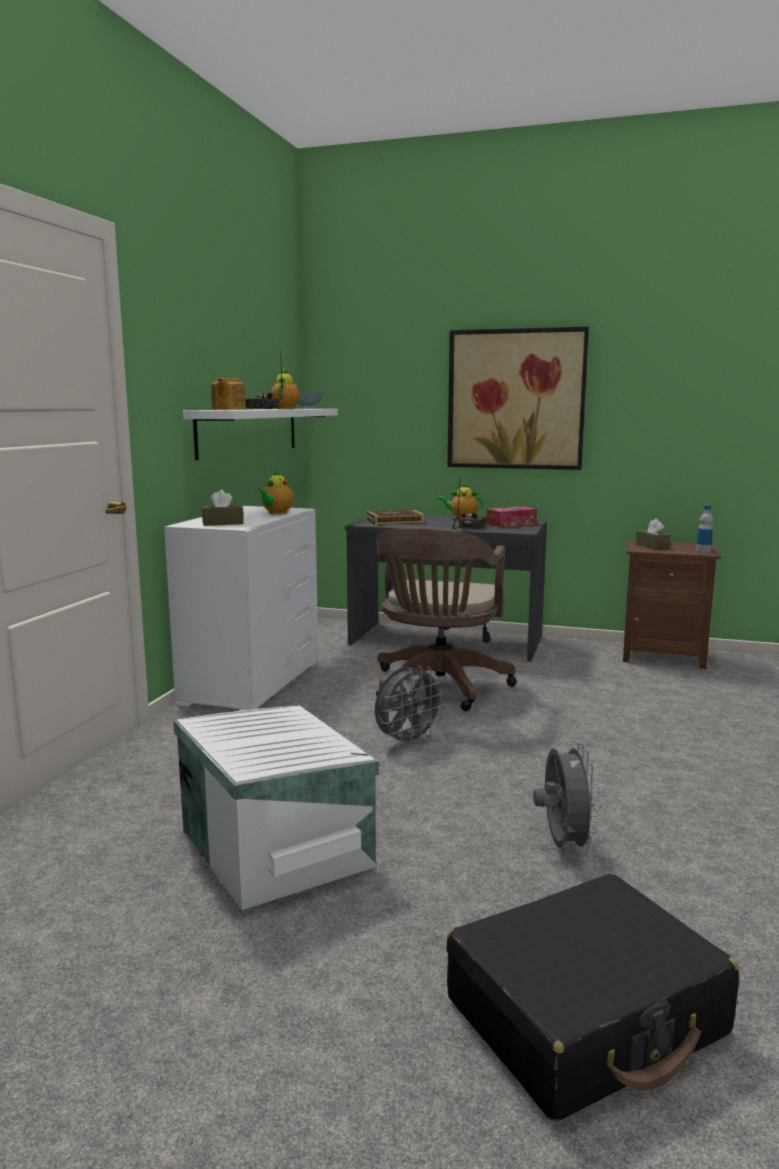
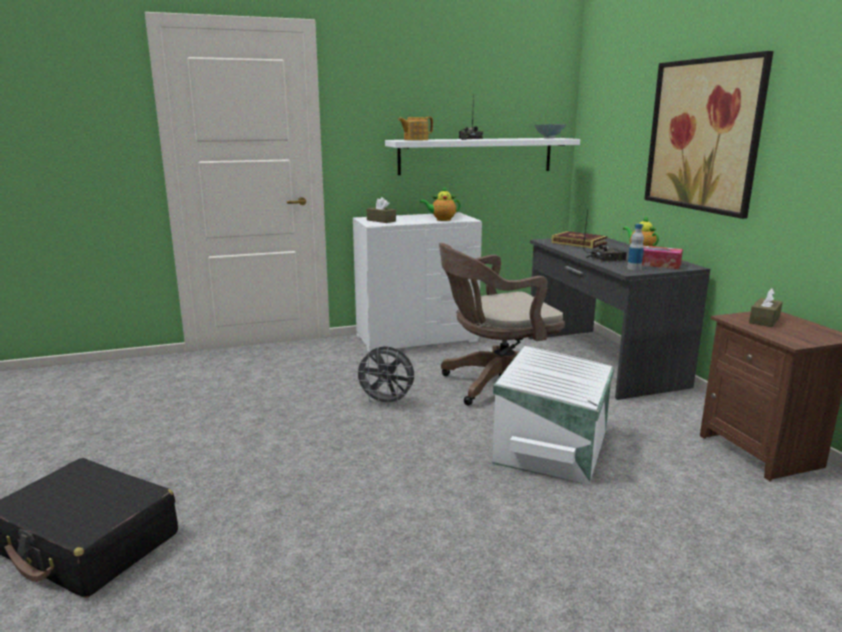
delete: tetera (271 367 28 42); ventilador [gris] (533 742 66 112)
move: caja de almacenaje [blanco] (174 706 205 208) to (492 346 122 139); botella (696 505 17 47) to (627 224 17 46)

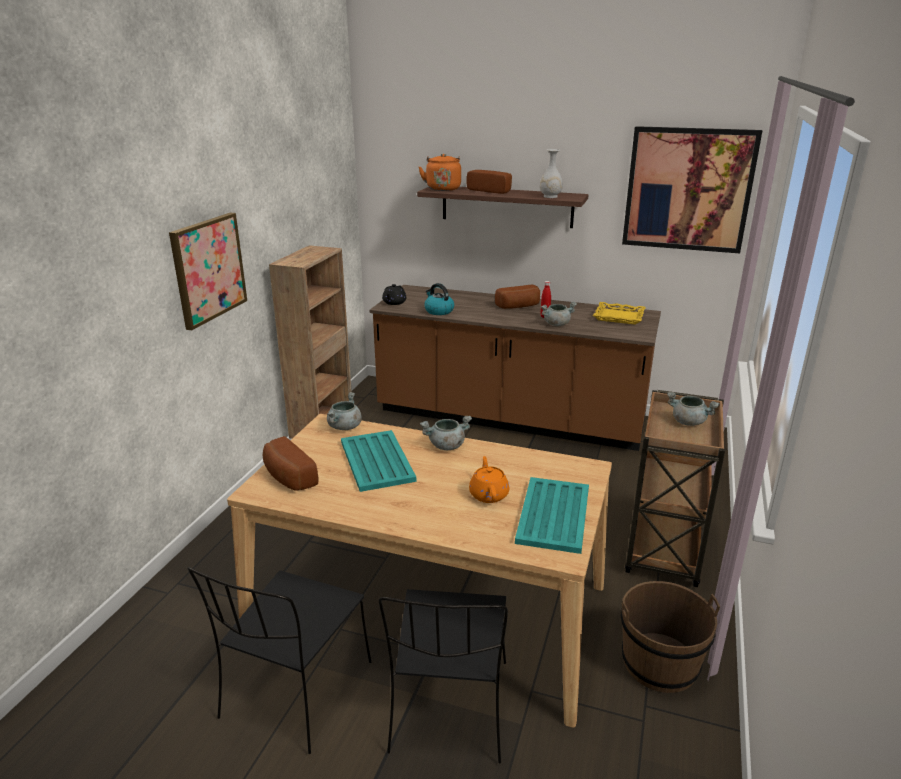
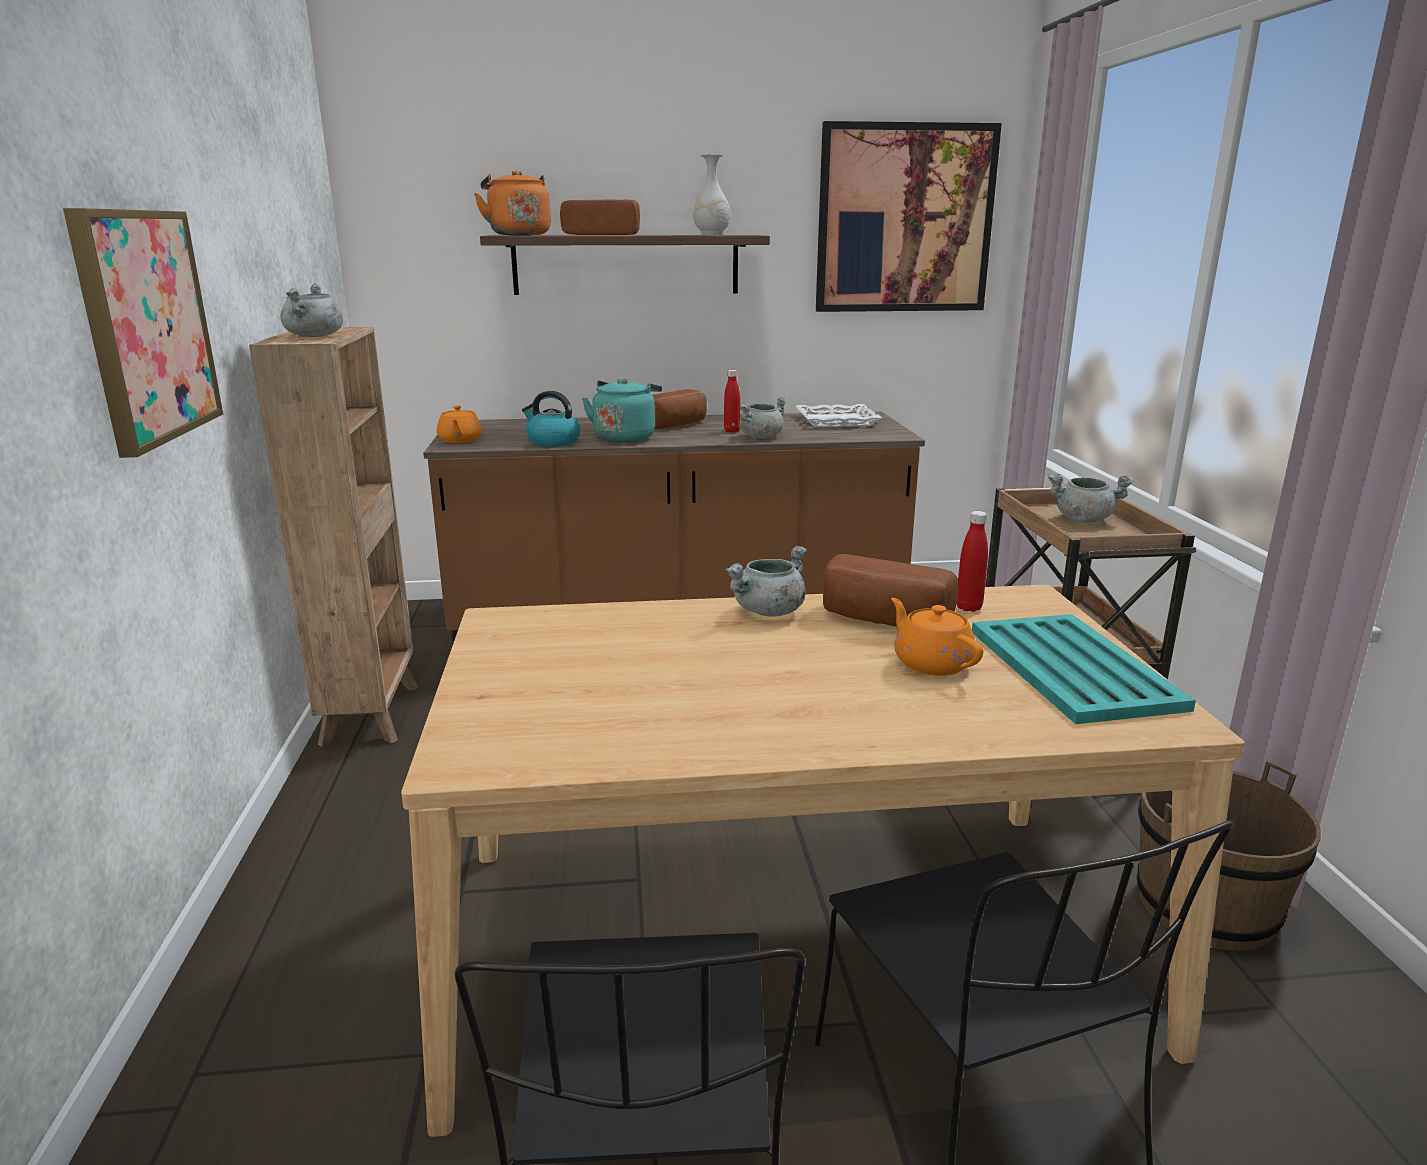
delete: bandeja [turquesa] (341 430 75 62)
insert: hervidor [turquesa] (582 378 80 65); botella [rojo] (957 511 31 101)
move: pan (263 436 55 55) to (822 554 136 73); olla [gris] (327 392 35 38) to (281 284 62 53)
recolor: tetera [negro] (382 284 24 21) to tetera [naranja] (437 406 45 37); bandeja [amarillo] (593 302 53 23) to bandeja [blanco] (795 404 87 23)

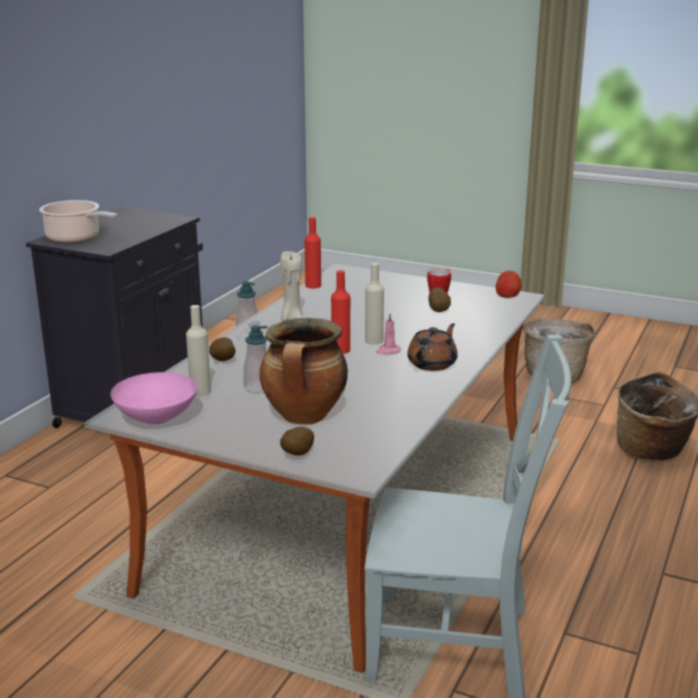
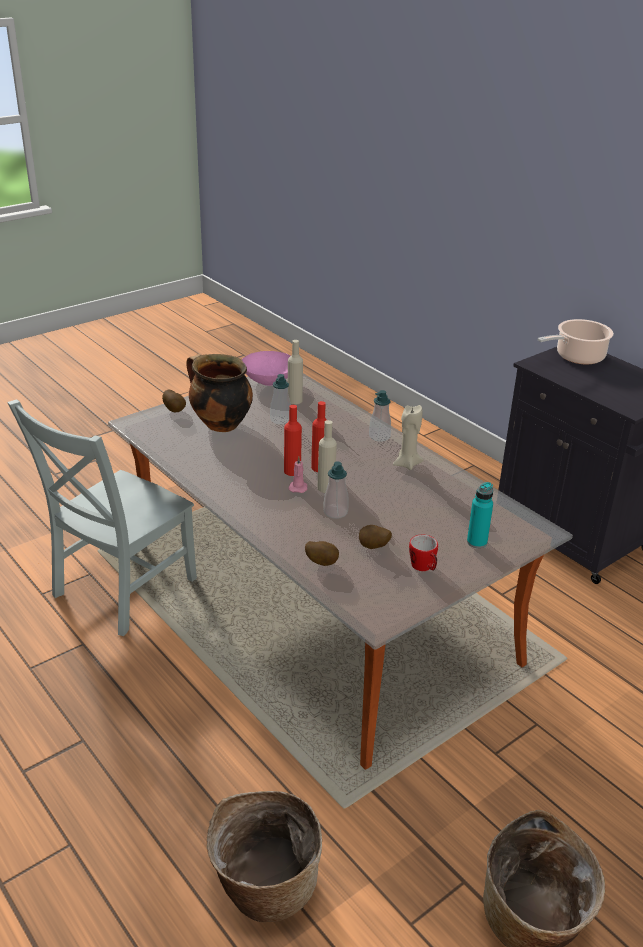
delete: tetera [marrón] (407 323 51 48); manzana (495 271 26 27)
insert: dispensador de jabón (323 461 26 58); botella [turquesa] (467 482 26 66)
move: patata (209 337 27 24) to (305 541 34 25); botella [rojo] (305 217 16 72) to (284 405 18 71)

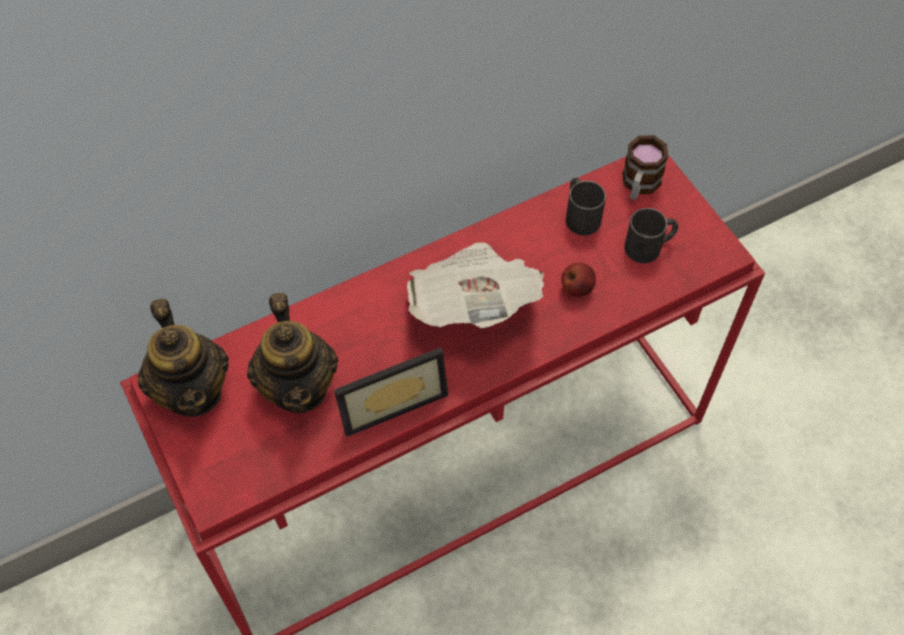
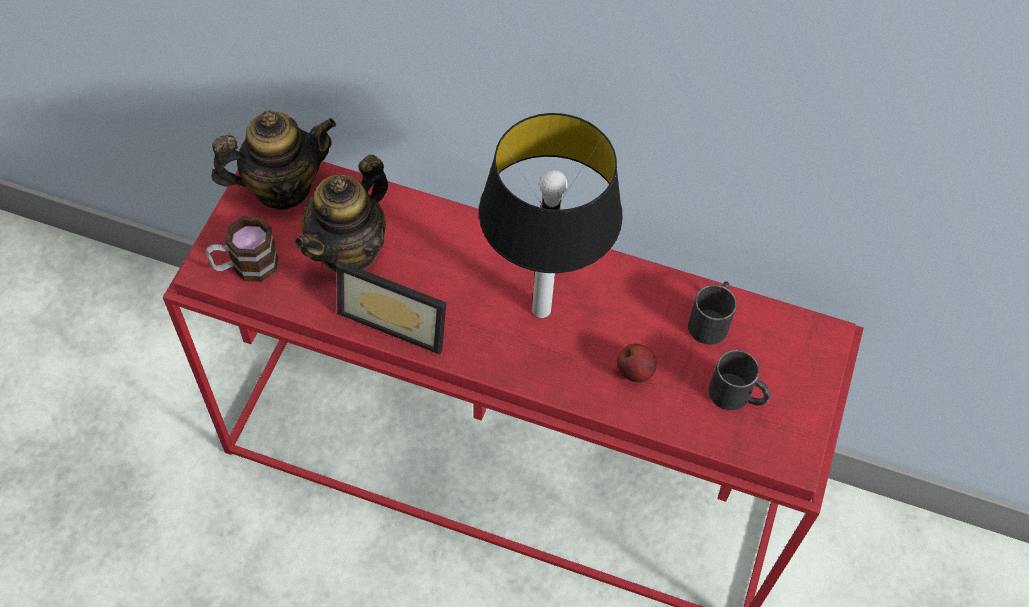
move: taza grande (622 135 47 65) to (206 216 73 66)
replace: periódico (407 242 137 86) to lámpara de mesa (479 113 144 205)
rotate: tetera (138 299 91 118) = (212 110 124 100) 135 degrees counterclockwise

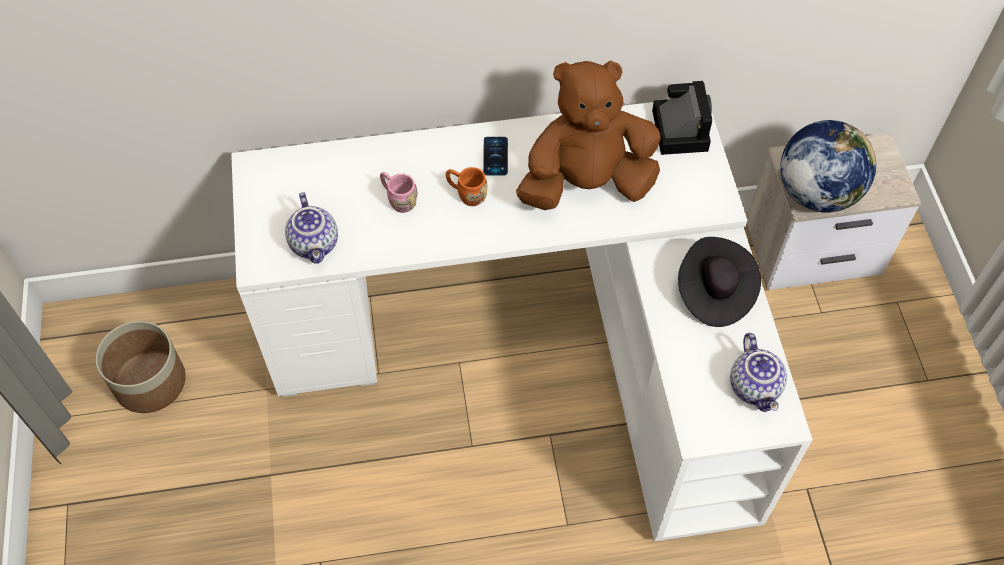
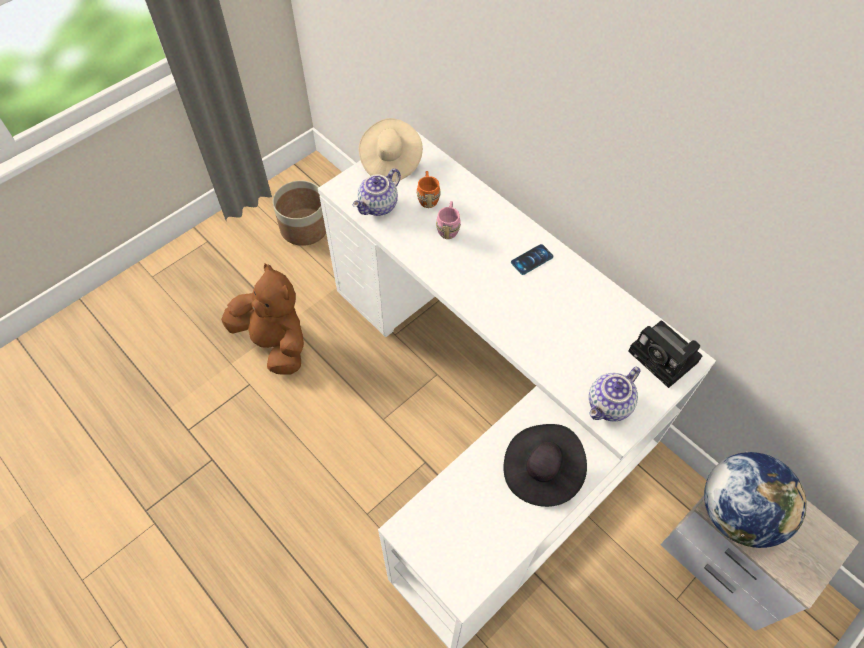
insert: sombrero [beis] (359 118 64 64)
move: taza grande [naranja] (446 167 42 39) to (417 171 24 37); peluche [marrón] (516 60 145 150) to (221 264 83 111); tetera (730 333 57 79) to (589 367 52 54)
rotate: cámara (652 81 60 74) = (628 320 74 68) 90 degrees clockwise

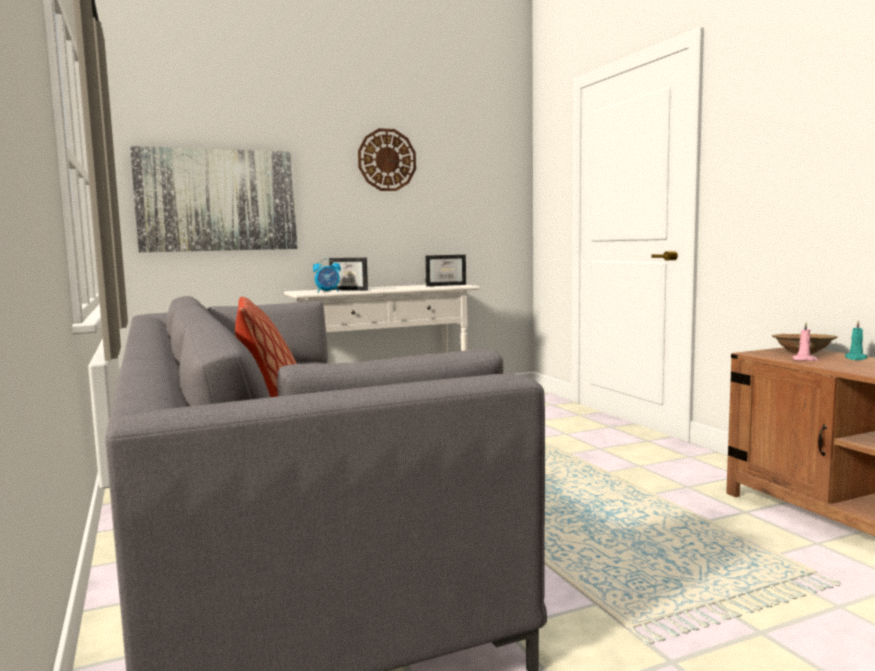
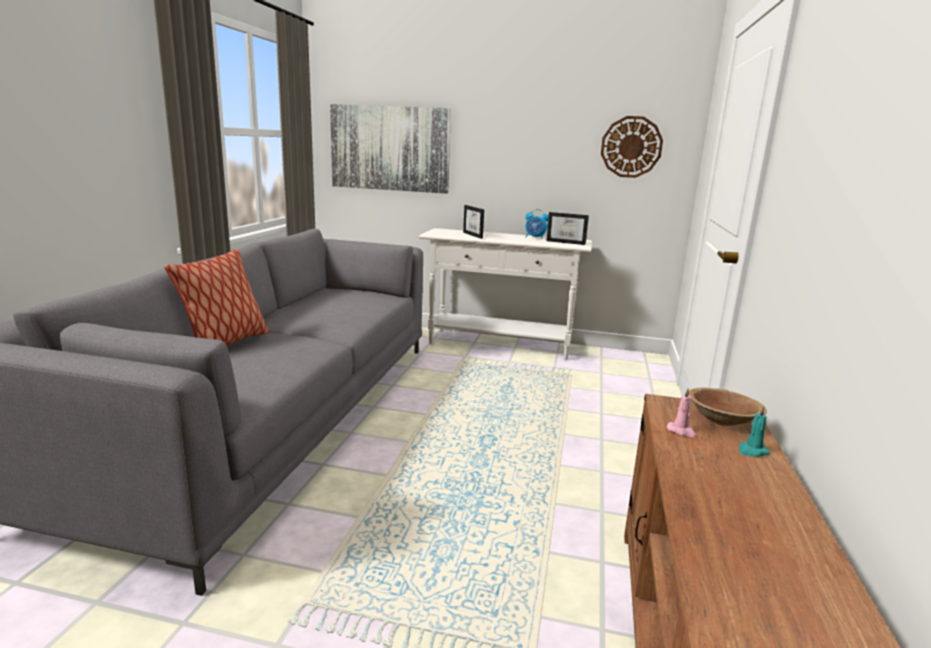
move: despertador (313 259 28 33) to (526 209 23 30); reloj de pared (358 128 58 63) to (601 116 62 62)

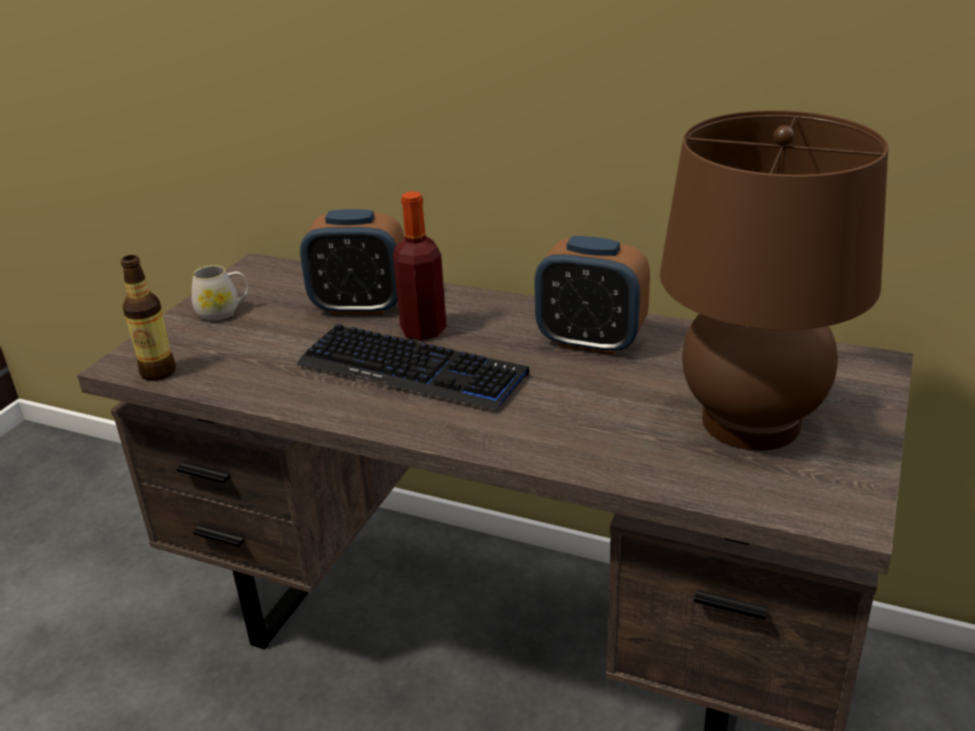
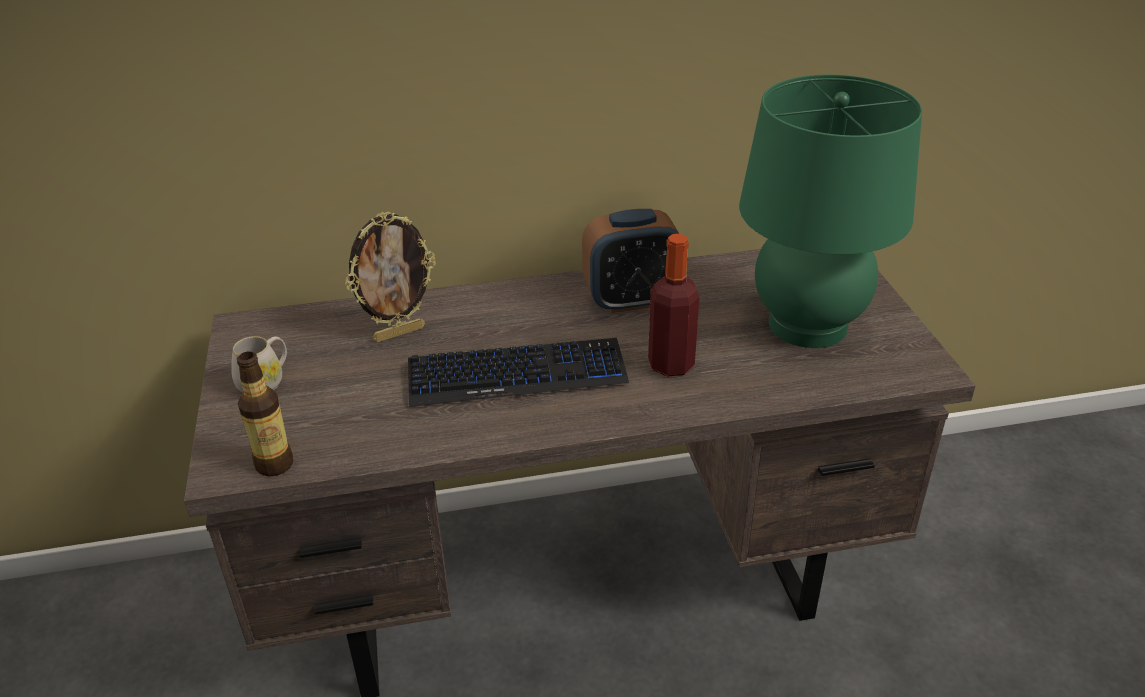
move: botella (393 191 54 149) to (648 234 51 143)
replace: despertador (300 209 104 106) to portarretratos (345 212 91 130)
recolor: lámpara de mesa [marrón] (660 110 228 340) to lámpara de mesa [verde] (739 75 183 273)

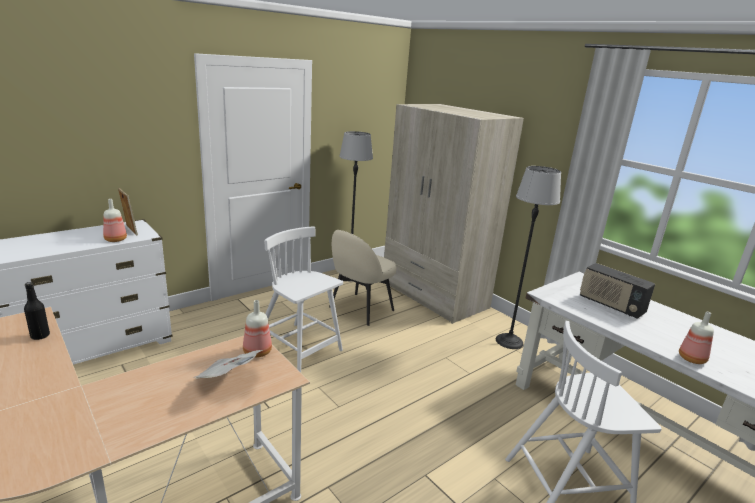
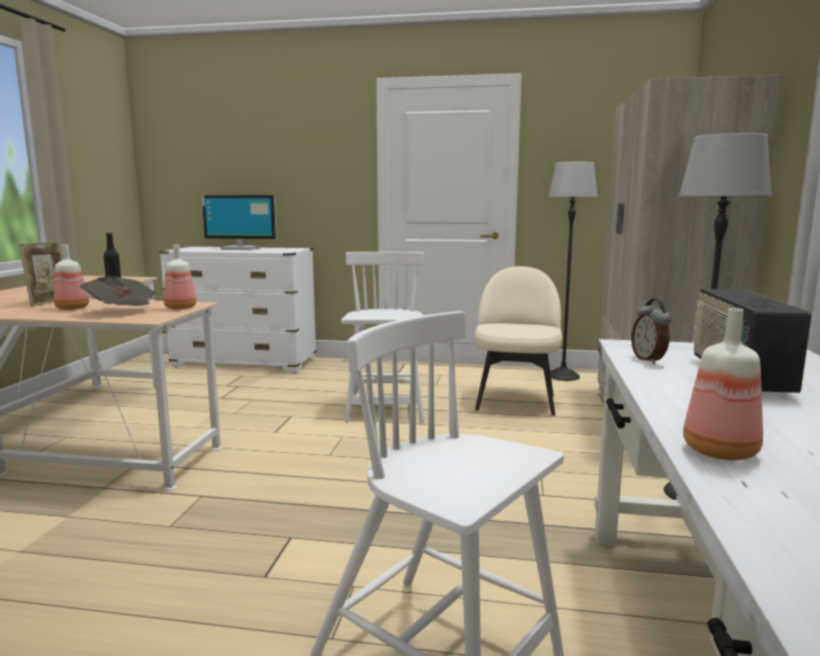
insert: monitor (202 195 75 55); despertador (631 298 40 66)
move: botella (103 199 24 43) to (54 245 35 65); portarretratos (118 188 20 47) to (19 241 43 65)
rotate: silla [beis] (329 230 67 96) = (474 266 88 150) 105 degrees clockwise

